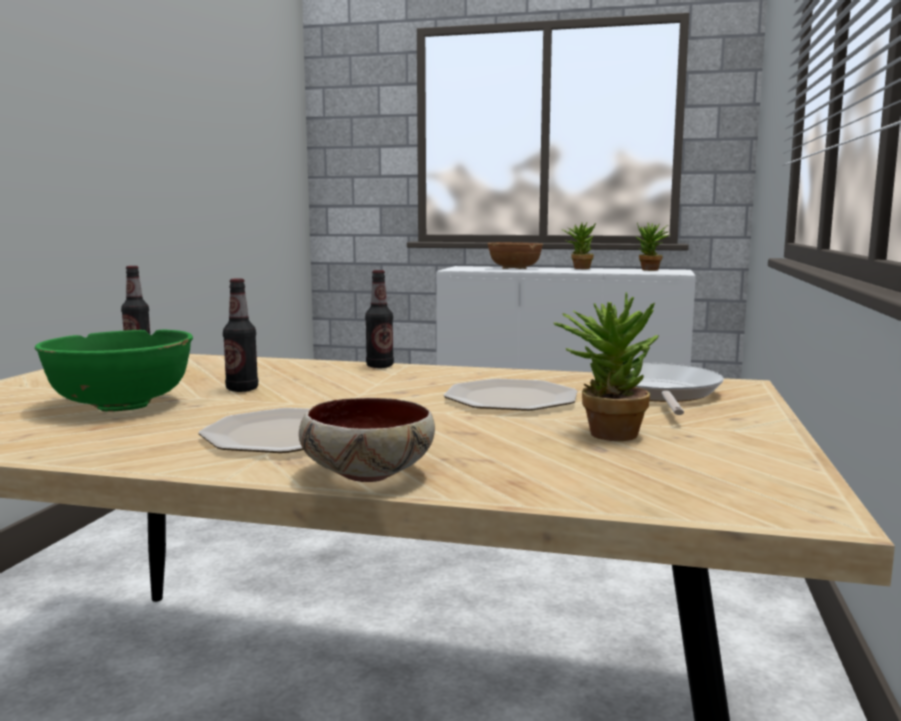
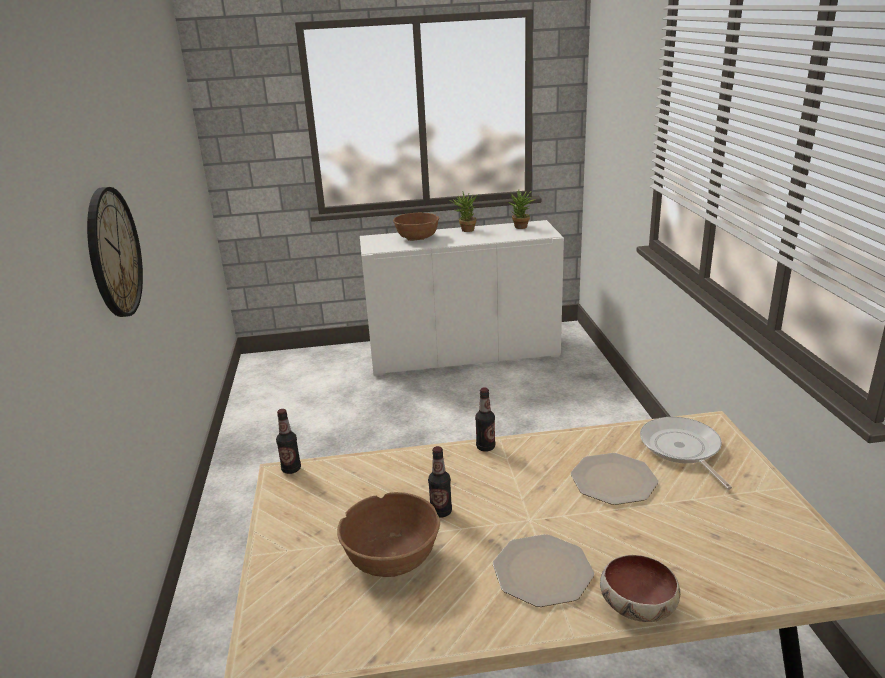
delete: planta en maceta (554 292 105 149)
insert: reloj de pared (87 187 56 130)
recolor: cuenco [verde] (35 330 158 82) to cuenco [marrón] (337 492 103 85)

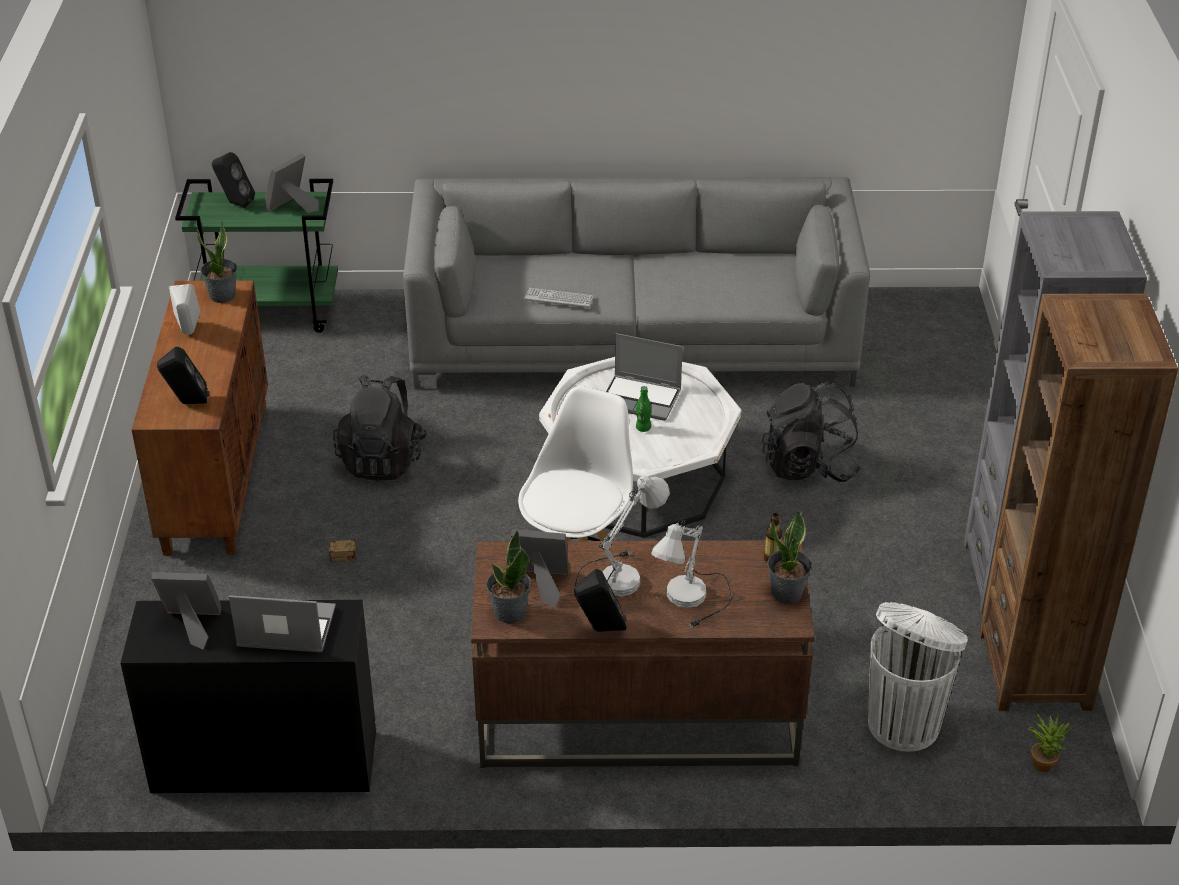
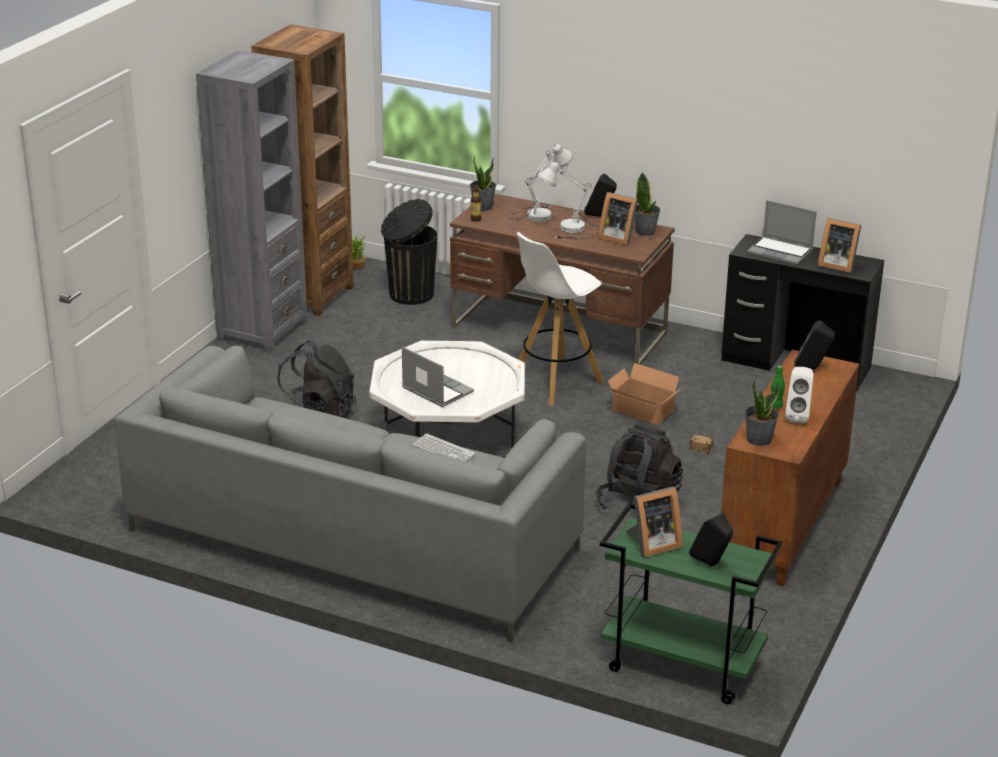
insert: caja de cartón (608 363 75 62)
move: botella [verde] (636 386 15 46) to (771 365 14 44)
recolor: papelera [blanco] (868 602 100 150) to papelera [negro] (381 199 56 106)

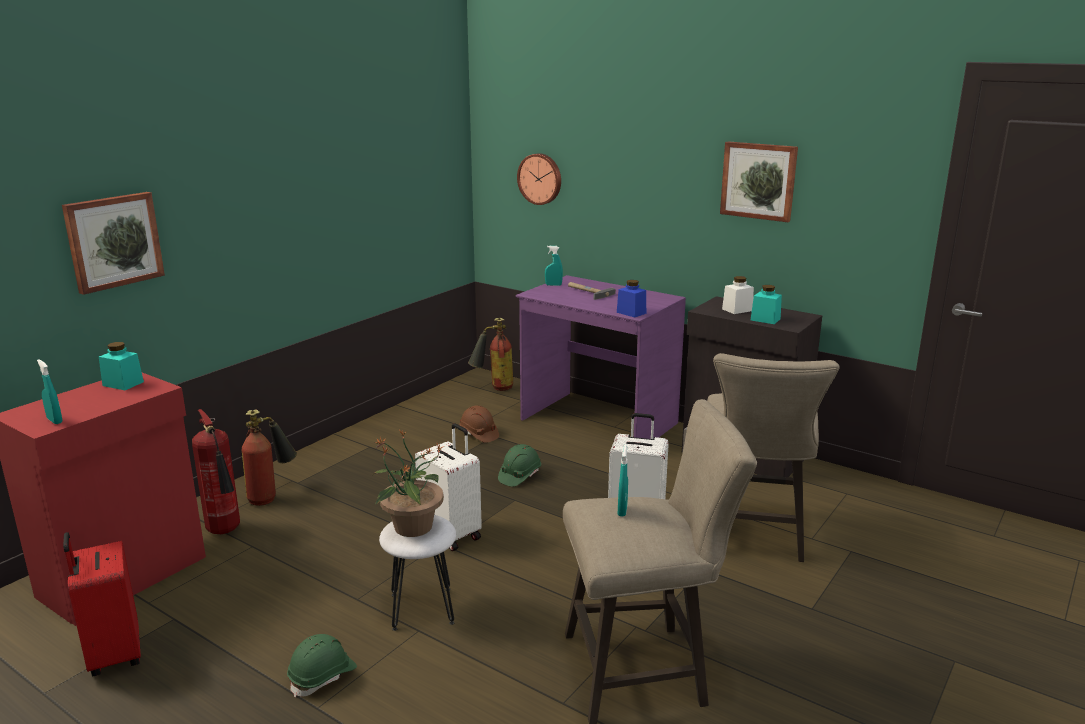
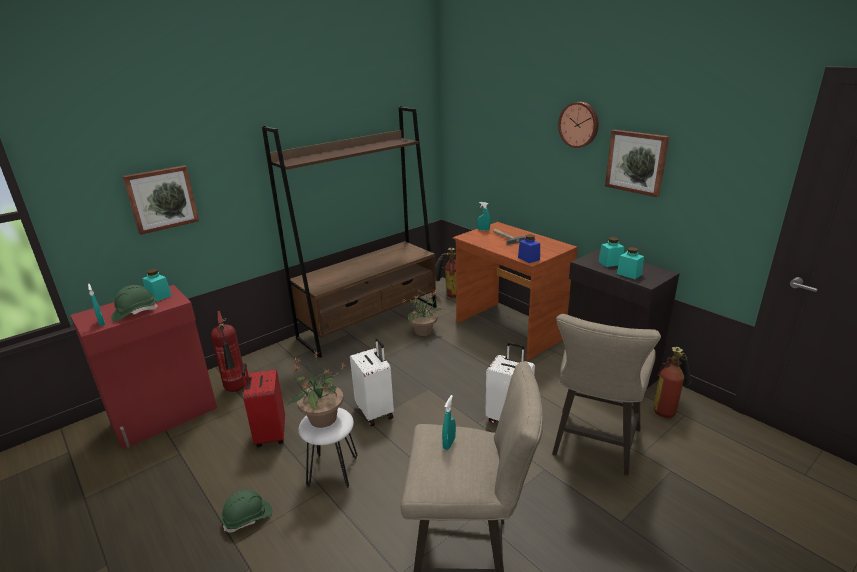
insert: estantería [marrón] (262 106 175 252)
move: maleta [rojo] (63 532 78 145) to (242 363 43 84); extintor (242 410 55 96) to (653 347 38 71); casco [verde] (498 444 43 43) to (111 285 47 37); reloj de pared (517 153 44 52) to (558 102 41 46)
replace: casco [marrón] (459 406 40 37) to planta en maceta (403 290 42 46)
recolor: escritorio [morado] (516 275 170 164) to escritorio [marrón] (453 222 125 138); tarro [blanco] (722 276 32 38) to tarro [turquesa] (598 237 26 30)

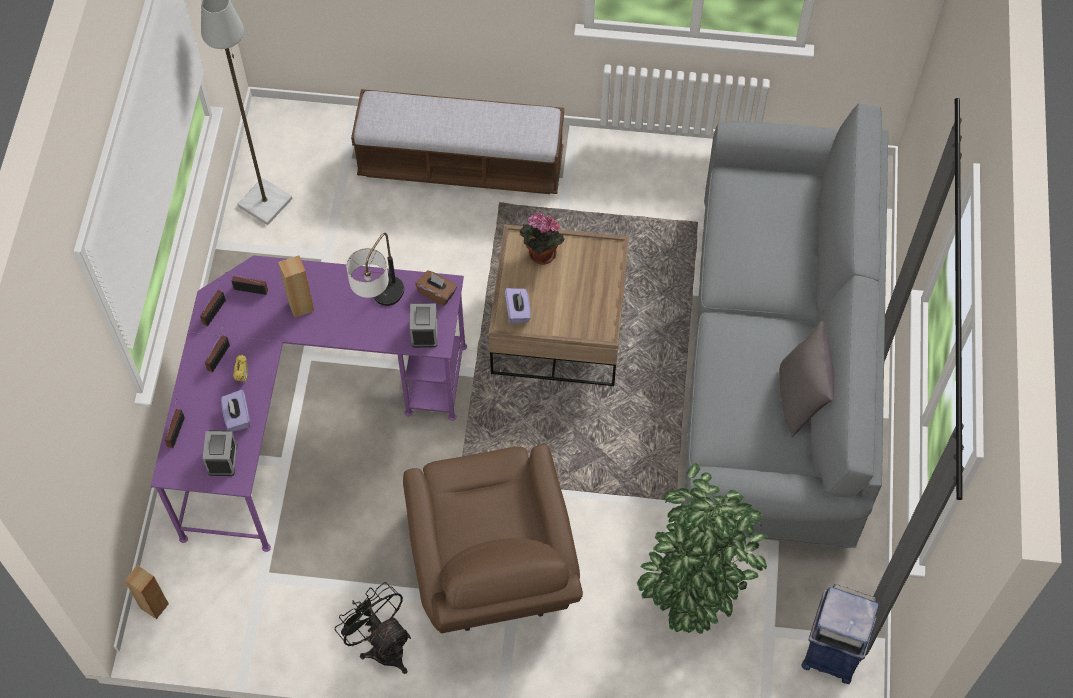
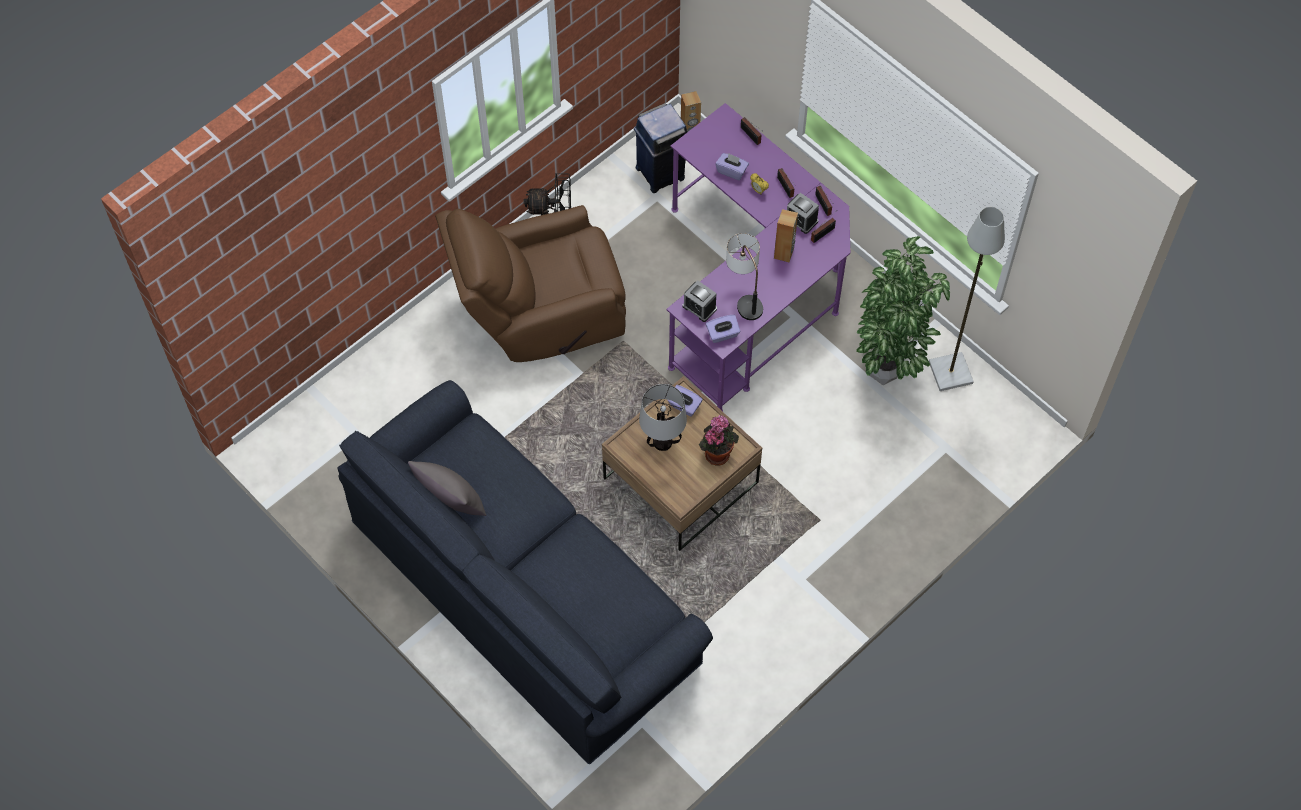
delete: banco (351 89 213 105)
insert: lámpara de mesa (639 384 48 67)
move: despertador (203 430 35 46) to (787 193 32 41); planta en maceta (637 463 131 171) to (856 236 94 149); papelera [azul] (802 584 77 100) to (634 103 53 90)
recolor: caja de pañuelos [marrón] (415 271 42 35) to caja de pañuelos [morado] (706 315 34 28); sofá [gris] (681 103 207 445) to sofá [azul] (338 380 375 384)
rotate: sillón [marrón] (403 445 180 189) = (435 205 191 157) 45 degrees counterclockwise

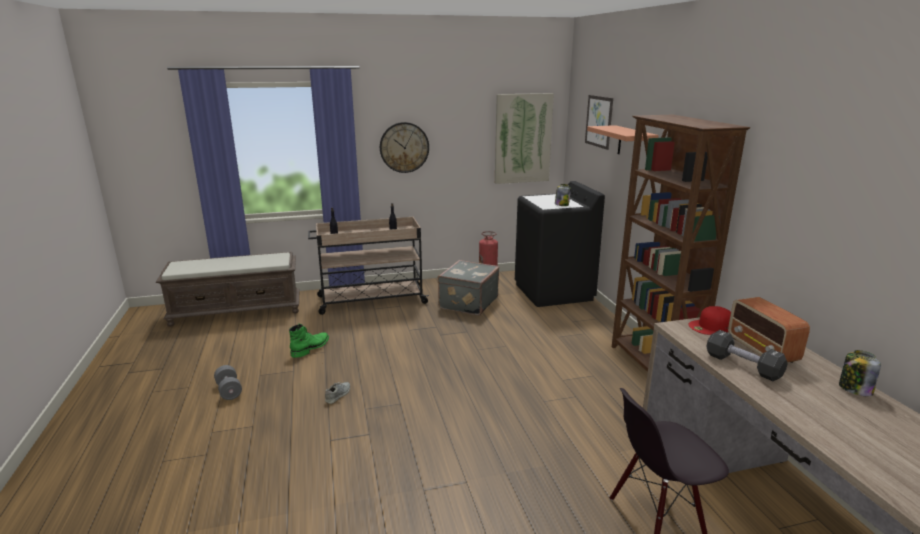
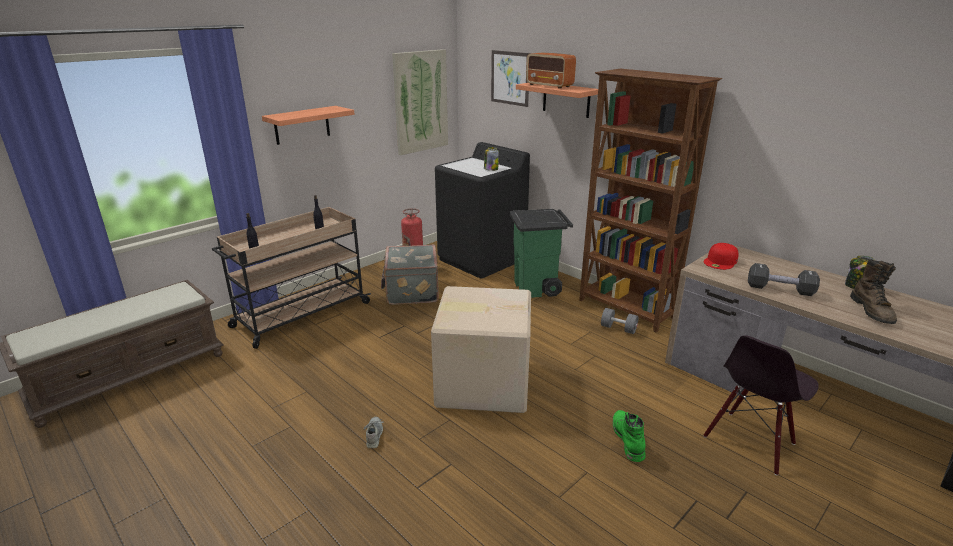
insert: caja de cartón (431 286 100 127); papelera [verde] (510 209 63 89); bota [marrón] (850 259 47 65)
move: mancuerna [gris] (214 365 28 35) to (601 308 38 26); bota [verde] (289 324 40 34) to (613 410 33 52); radio (728 297 82 66) to (526 53 50 36)
replace: reloj de pared (380 122 49 51) to estante (262 106 93 39)

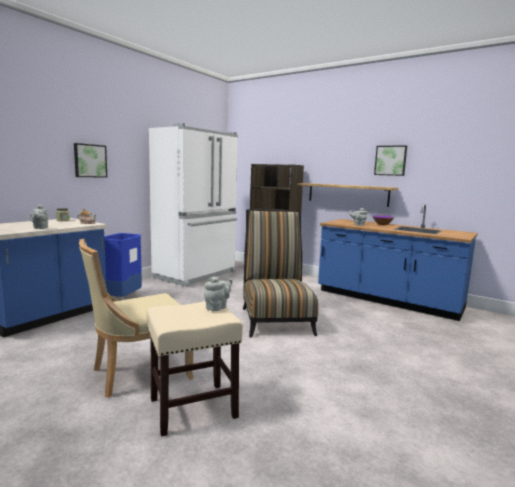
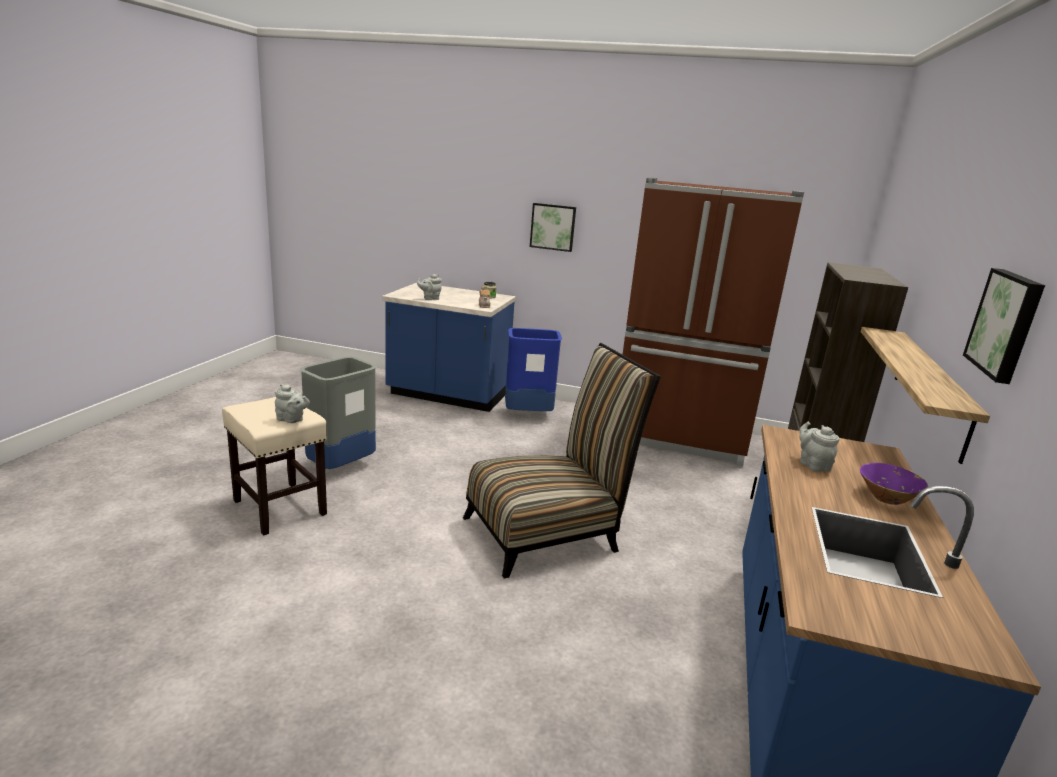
replace: silla [beis] (79 238 115 160) to papelera [gris] (300 357 77 112)
recolor: nevera [blanco] (149 123 89 164) to nevera [marrón] (622 177 182 289)

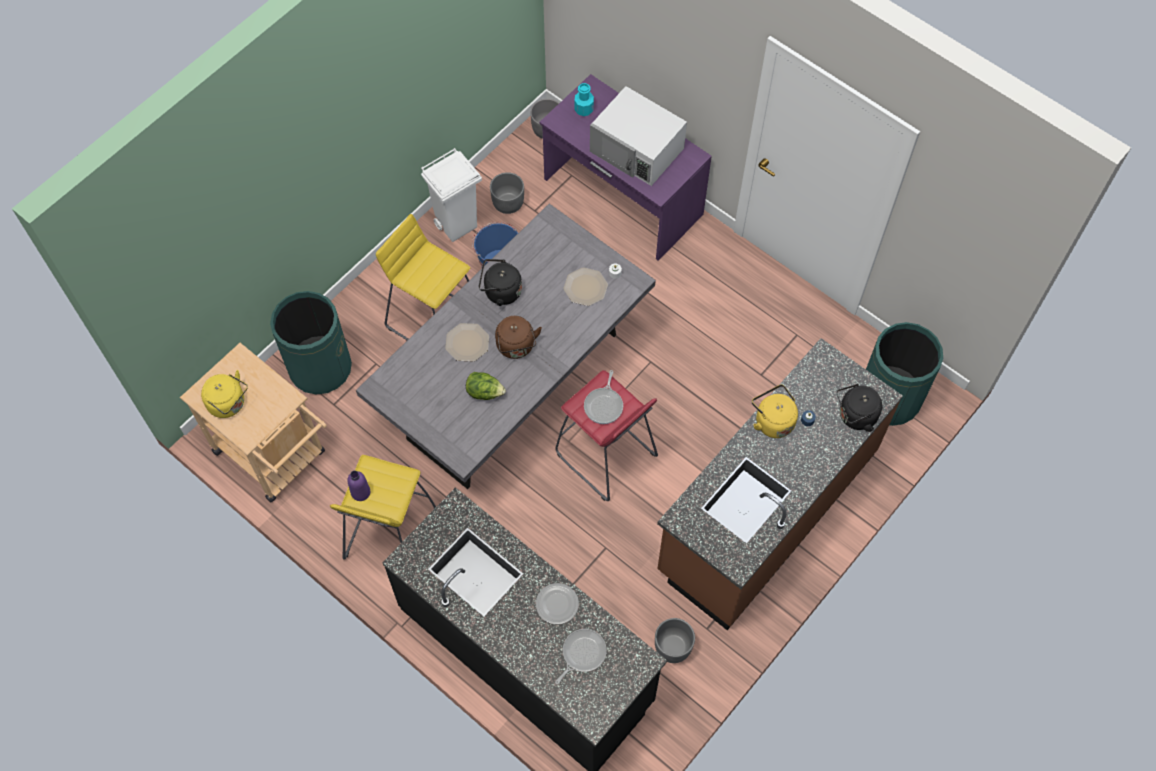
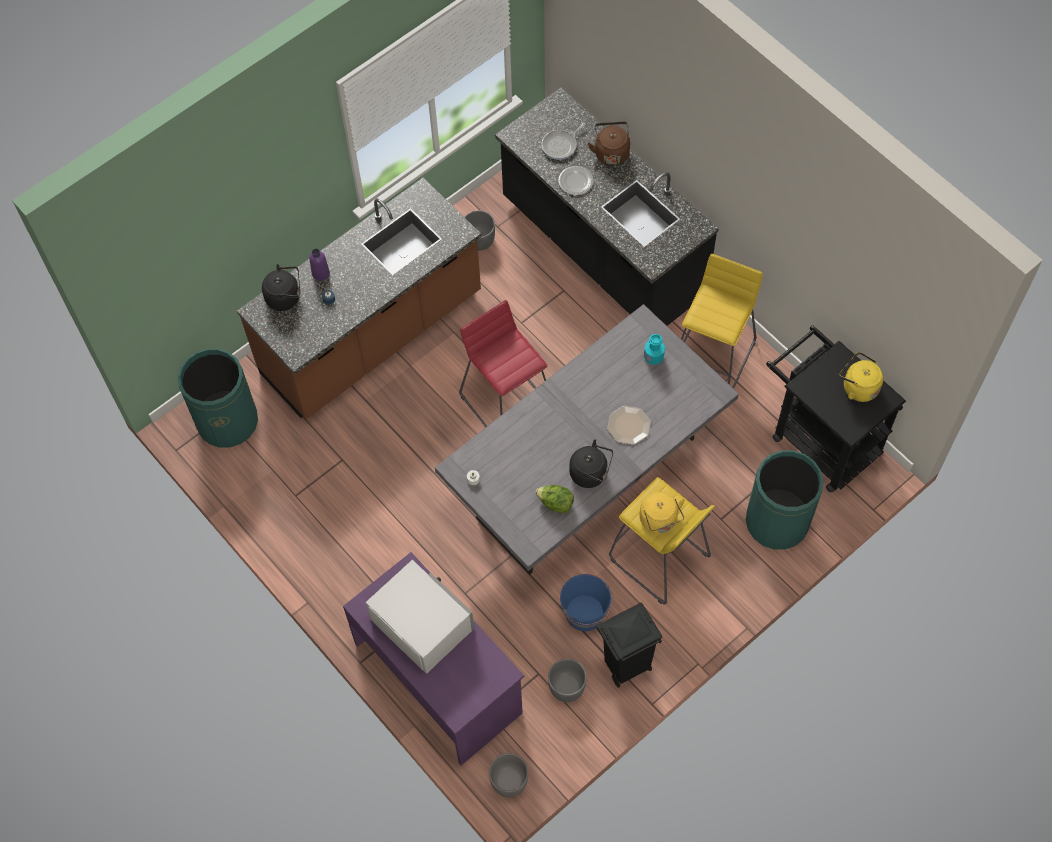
delete: plato (564 267 44 39); sartén (584 370 39 54)
move: botella [morado] (347 471 23 30) to (309 249 21 32); lechuga (466 372 40 28) to (535 485 39 28); hervidor [marrón] (495 316 47 43) to (588 122 42 44); botella [turquesa] (574 83 20 33) to (644 334 21 31); hervidor [amarillo] (752 385 46 53) to (639 491 46 43)
recolor: carrito [beis] (180 343 147 159) to carrito [negro] (766 325 140 167); papelera [blanco] (421 148 61 94) to papelera [negro] (596 603 66 85)

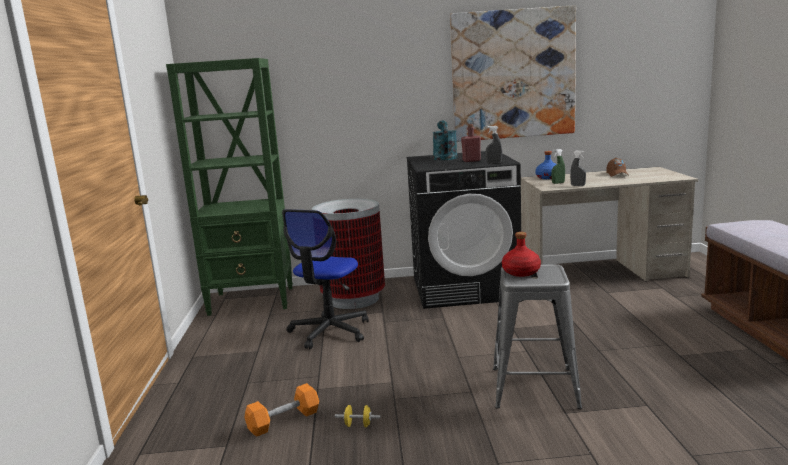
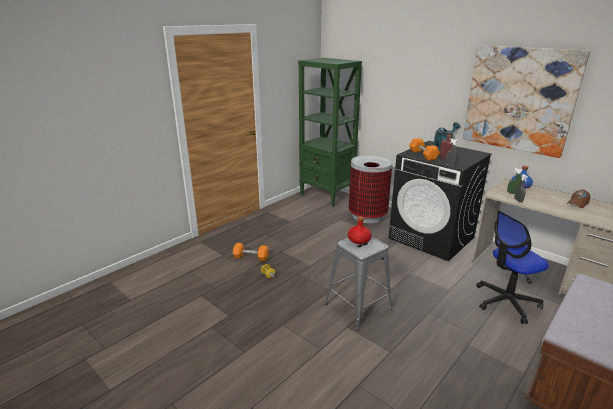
insert: mancuerna [naranja] (409 138 31 23)
move: silla de oficina (282 209 87 140) to (476 210 73 114)

